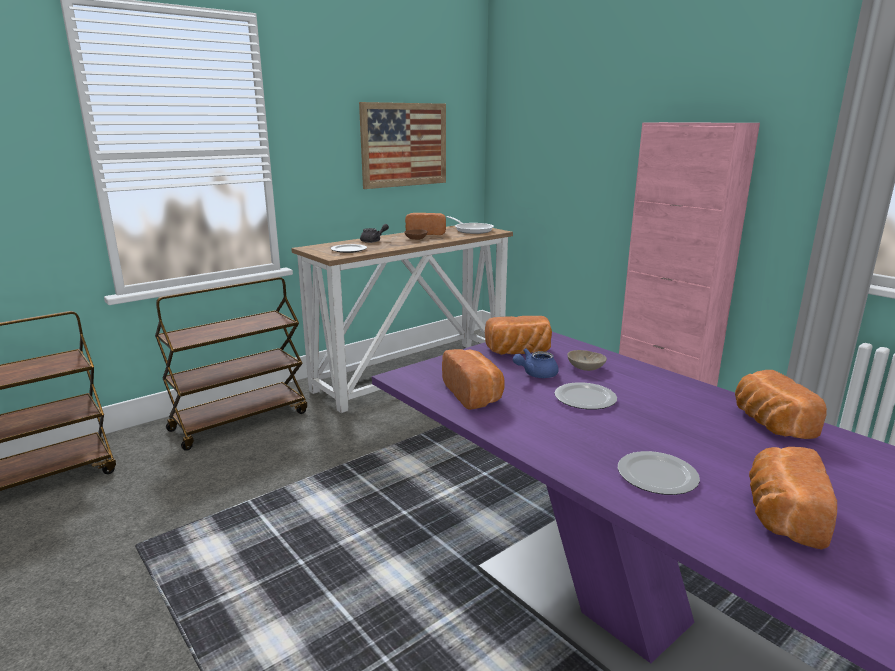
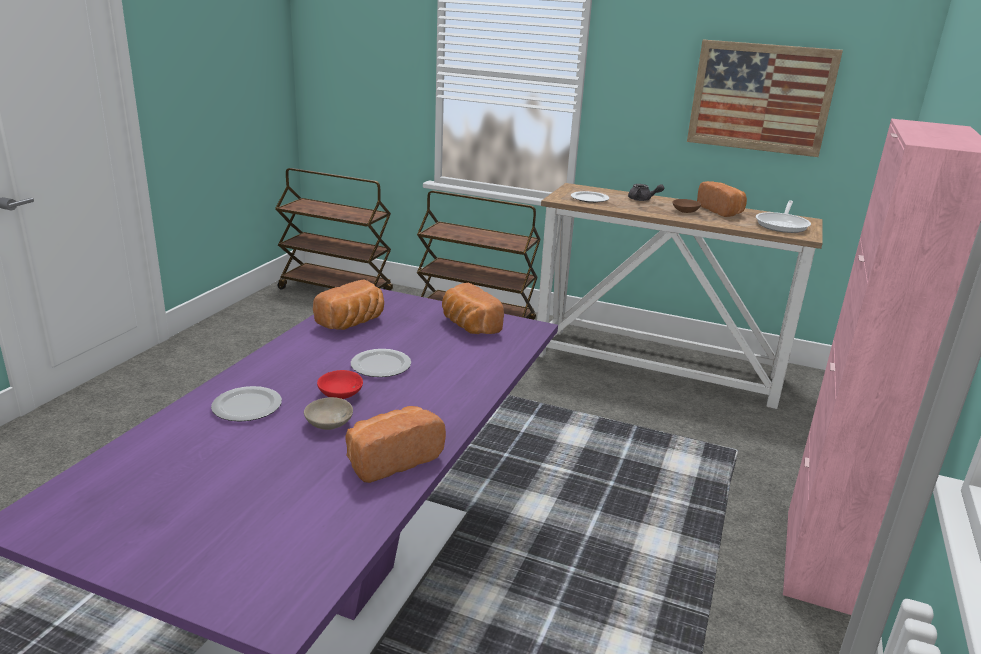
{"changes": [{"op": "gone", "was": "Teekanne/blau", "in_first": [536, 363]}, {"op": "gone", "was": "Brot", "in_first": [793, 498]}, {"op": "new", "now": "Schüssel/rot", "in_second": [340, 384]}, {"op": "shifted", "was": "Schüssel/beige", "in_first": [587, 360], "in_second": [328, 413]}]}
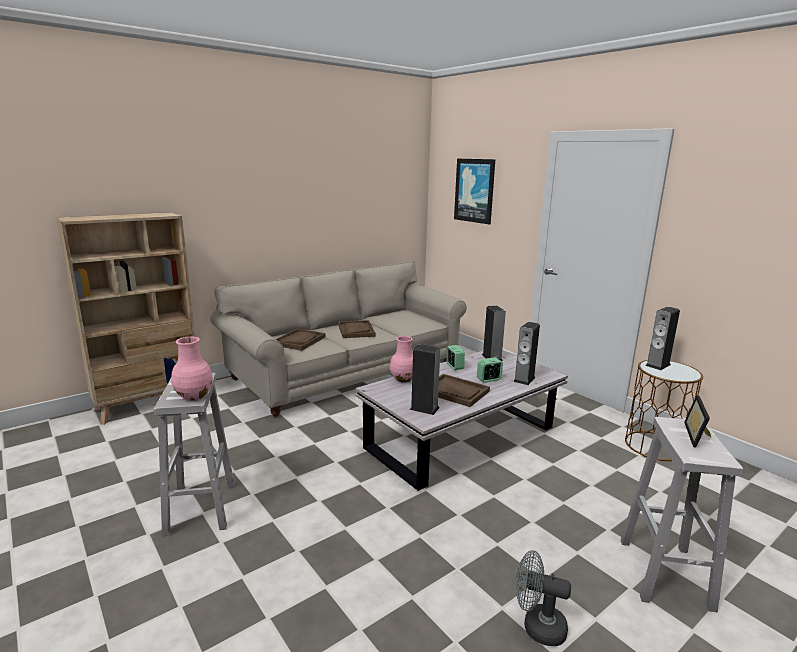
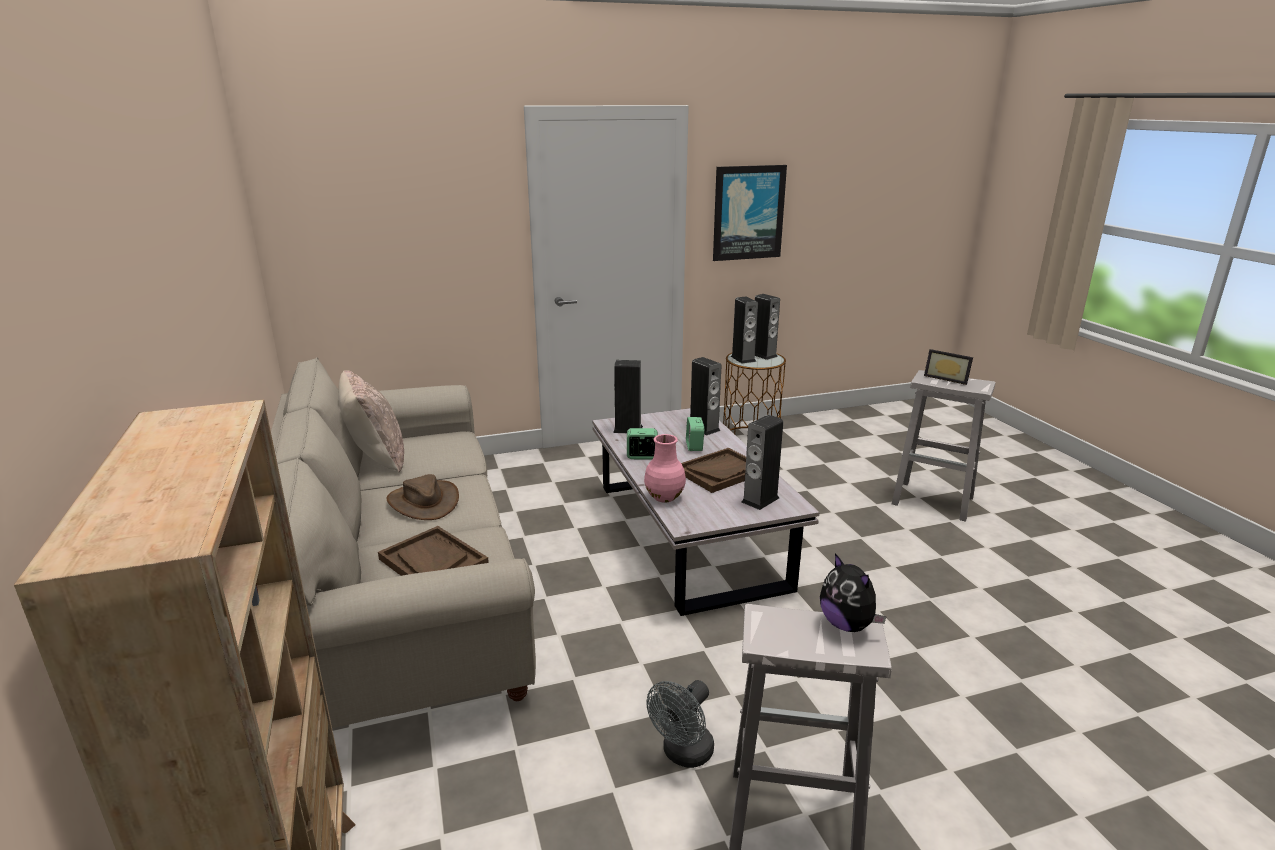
{"changes": [{"op": "new", "now": "Kissen/beige", "in_second": [371, 421]}, {"op": "new", "now": "Lautsprecher", "in_second": [767, 327]}, {"op": "shifted", "was": "Bild", "in_first": [474, 192], "in_second": [750, 213]}, {"op": "shifted", "was": "Ventilator/grau", "in_first": [543, 598], "in_second": [680, 724]}, {"op": "swapped", "was": "Vase/rosa", "now": "Plüschtier", "in_first": [192, 368], "in_second": [853, 592]}, {"op": "swapped", "was": "Tablett/braun", "now": "Hut/braun", "in_first": [356, 329], "in_second": [423, 497]}]}
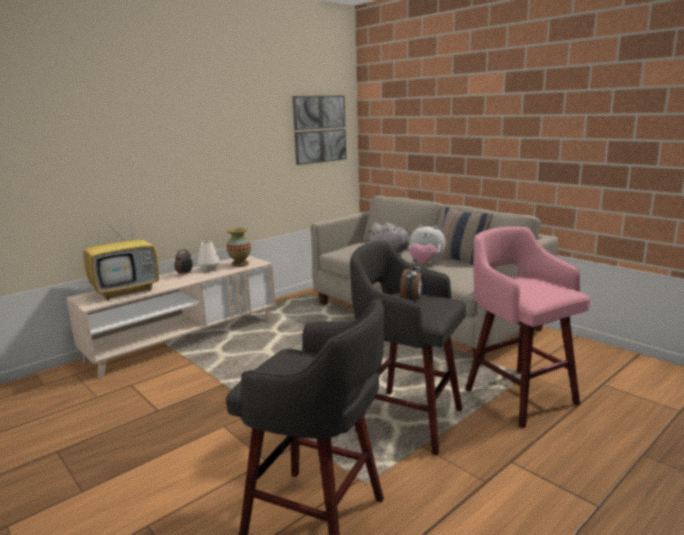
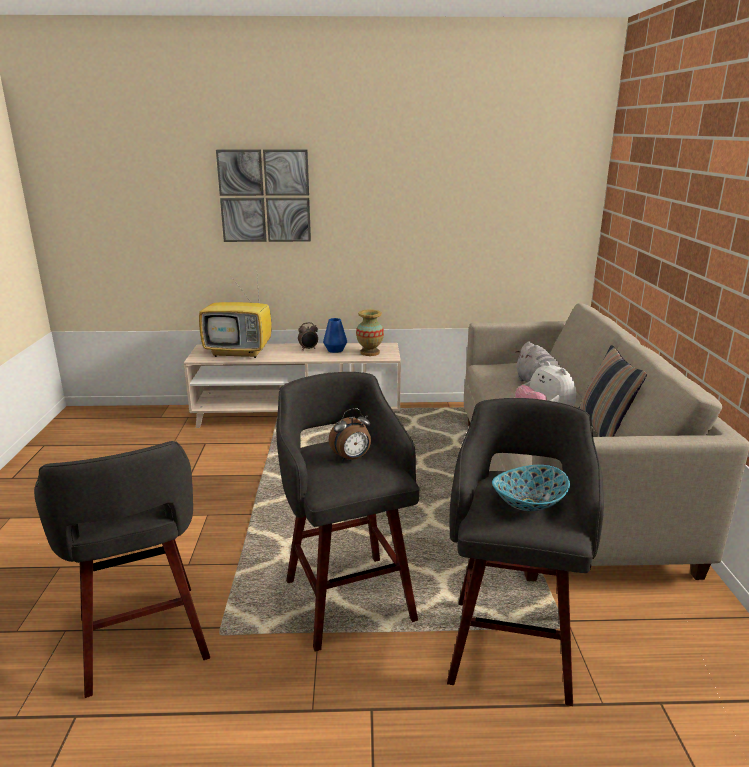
{"changes": [{"op": "new", "now": "Schüssel", "in_second": [531, 488]}, {"op": "shifted", "was": "Bild", "in_first": [319, 130], "in_second": [263, 196]}, {"op": "repainted", "was": "Vase/weiß", "now": "Vase/blau", "in_first": [209, 256], "in_second": [335, 335]}, {"op": "repainted", "was": "Hocker/rosa", "now": "Hocker/grau", "in_first": [527, 327], "in_second": [525, 552]}]}
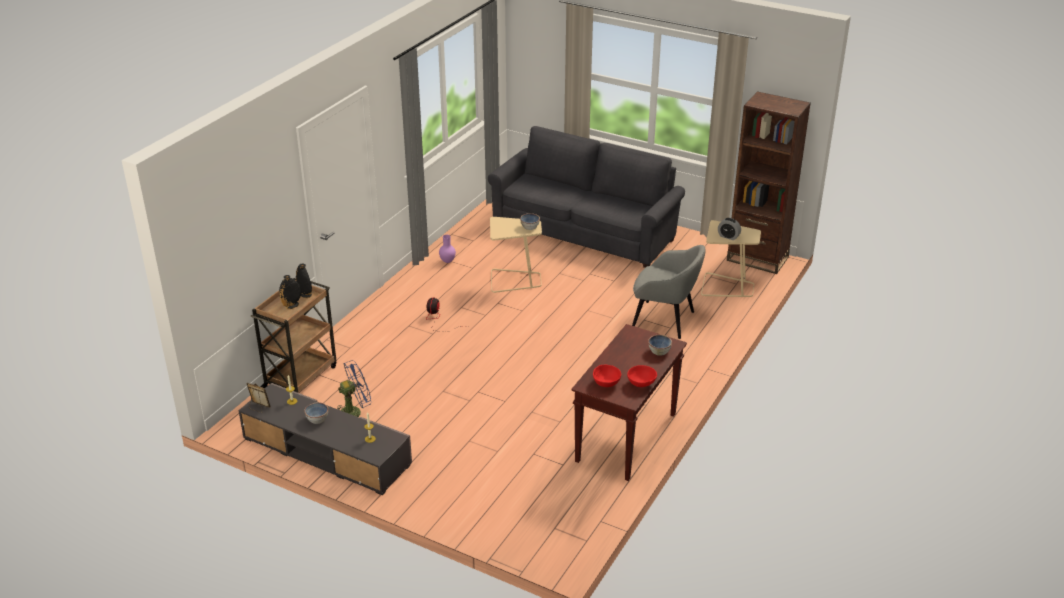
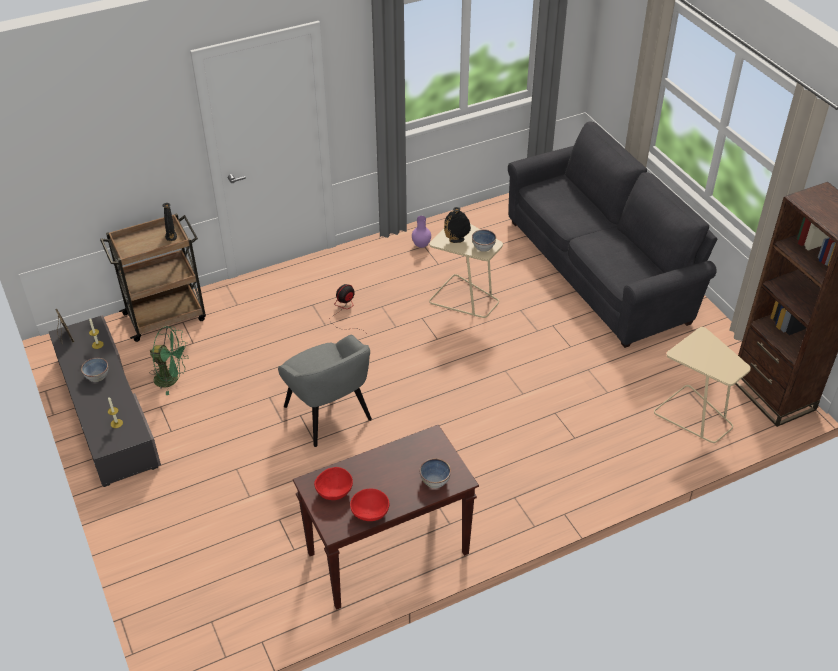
{"changes": [{"op": "gone", "was": "Wecker", "in_first": [729, 229]}, {"op": "shifted", "was": "Vase/schwarz", "in_first": [290, 292], "in_second": [457, 225]}, {"op": "shifted", "was": "Sessel/grau", "in_first": [669, 292], "in_second": [325, 391]}, {"op": "repainted", "was": "Ventilator/blau", "now": "Ventilator/grün", "in_first": [354, 388], "in_second": [169, 360]}]}
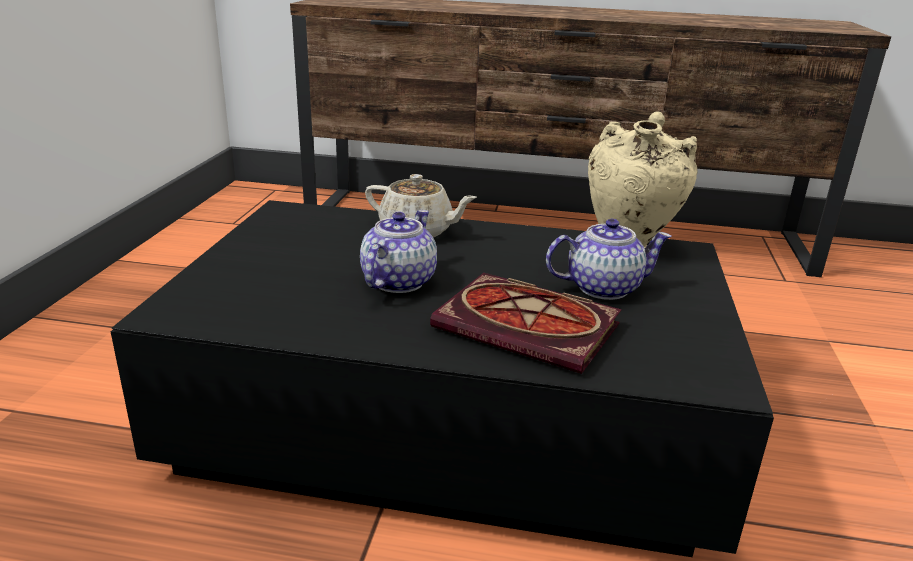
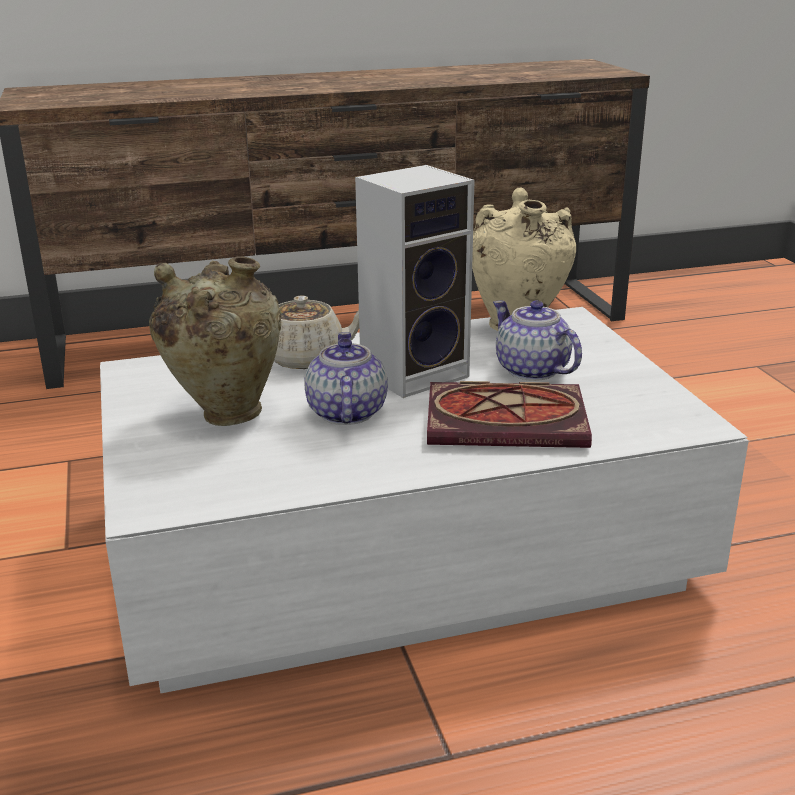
{"changes": [{"op": "new", "now": "Vase/beige", "in_second": [215, 341]}, {"op": "new", "now": "Lautsprecher", "in_second": [415, 281]}, {"op": "repainted", "was": "Couchtisch/schwarz", "now": "Couchtisch/weiß", "in_first": [442, 378], "in_second": [424, 500]}, {"op": "rotated", "was": "Teekanne", "in_first": [609, 259], "in_second": [537, 340], "clockwise": -90}]}
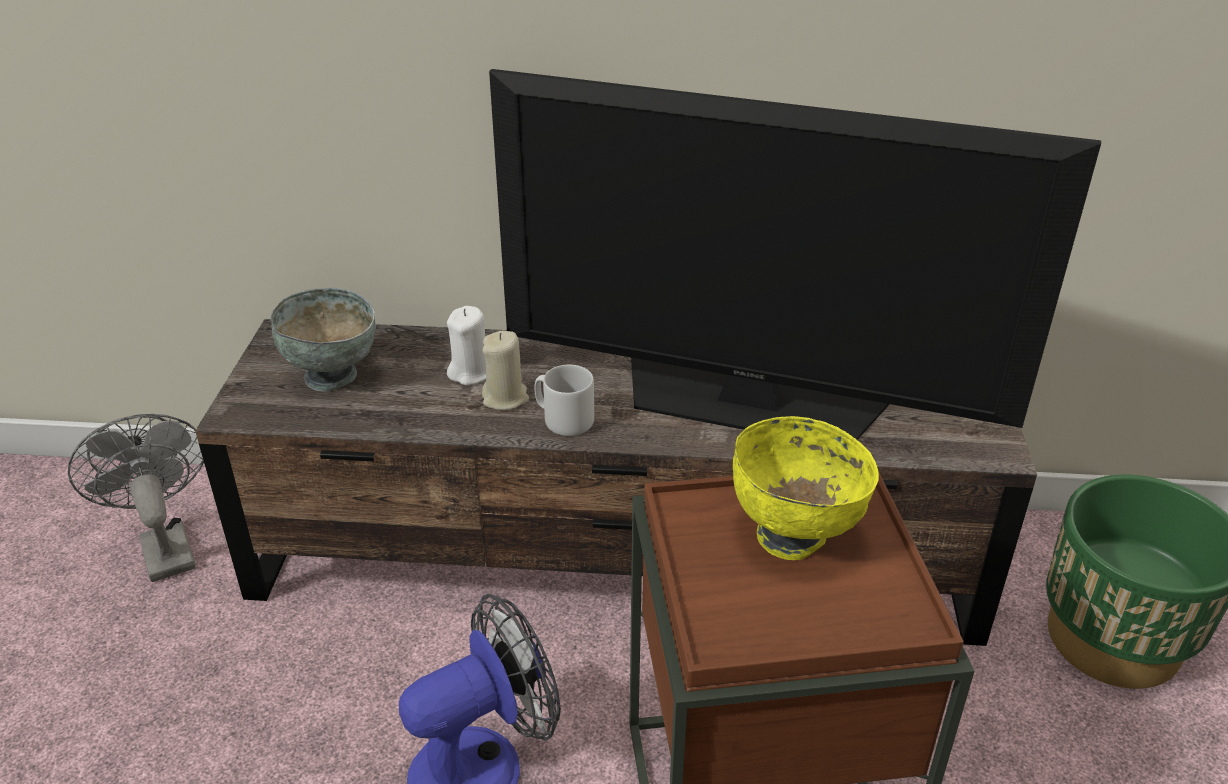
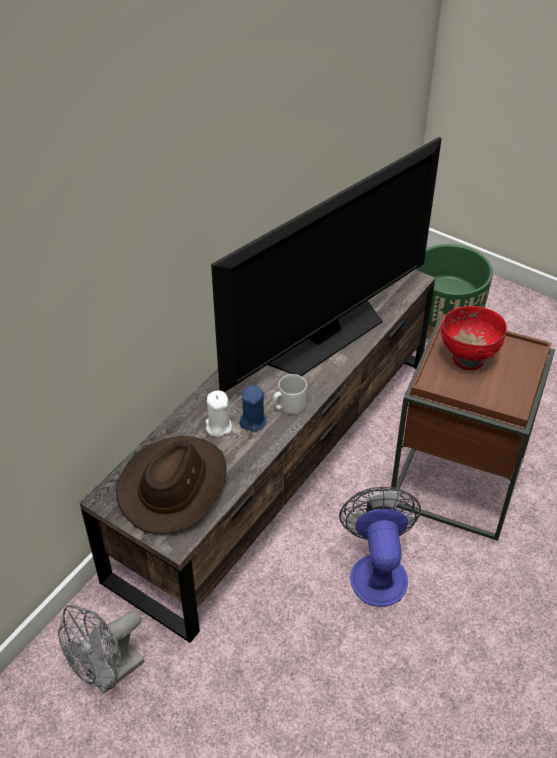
{"changes": [{"op": "swapped", "was": "Schüssel/grau", "now": "Hut/braun", "in_first": [323, 339], "in_second": [171, 485]}, {"op": "repainted", "was": "Kerze/beige", "now": "Kerze/blau", "in_first": [505, 370], "in_second": [253, 408]}, {"op": "repainted", "was": "Schüssel/gelb", "now": "Schüssel/rot", "in_first": [806, 488], "in_second": [474, 338]}, {"op": "rotated", "was": "Ventilator/grau", "in_first": [136, 498], "in_second": [101, 649], "clockwise": -45}]}
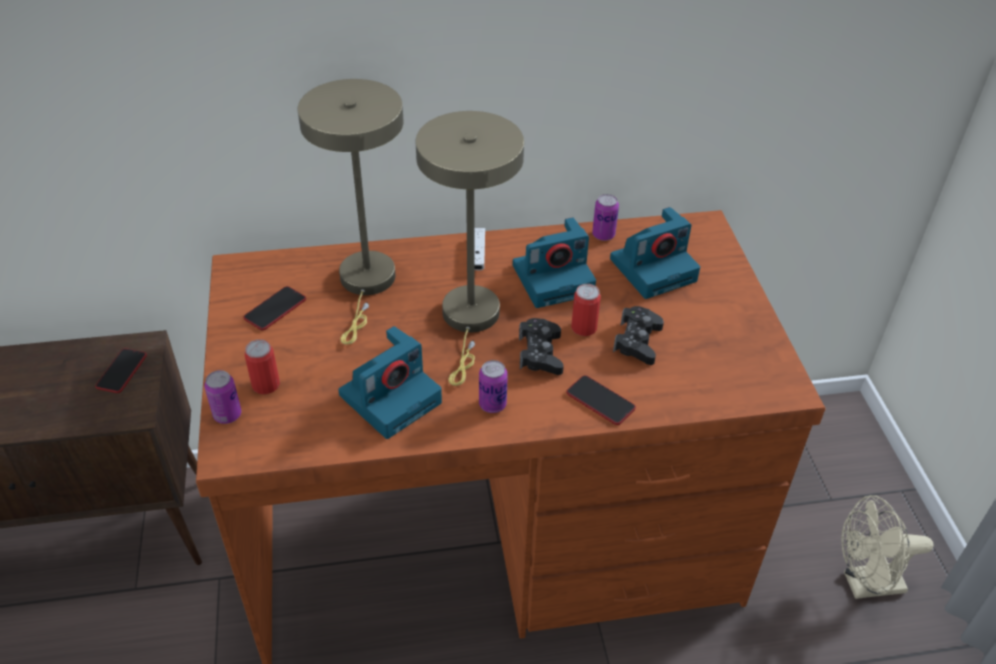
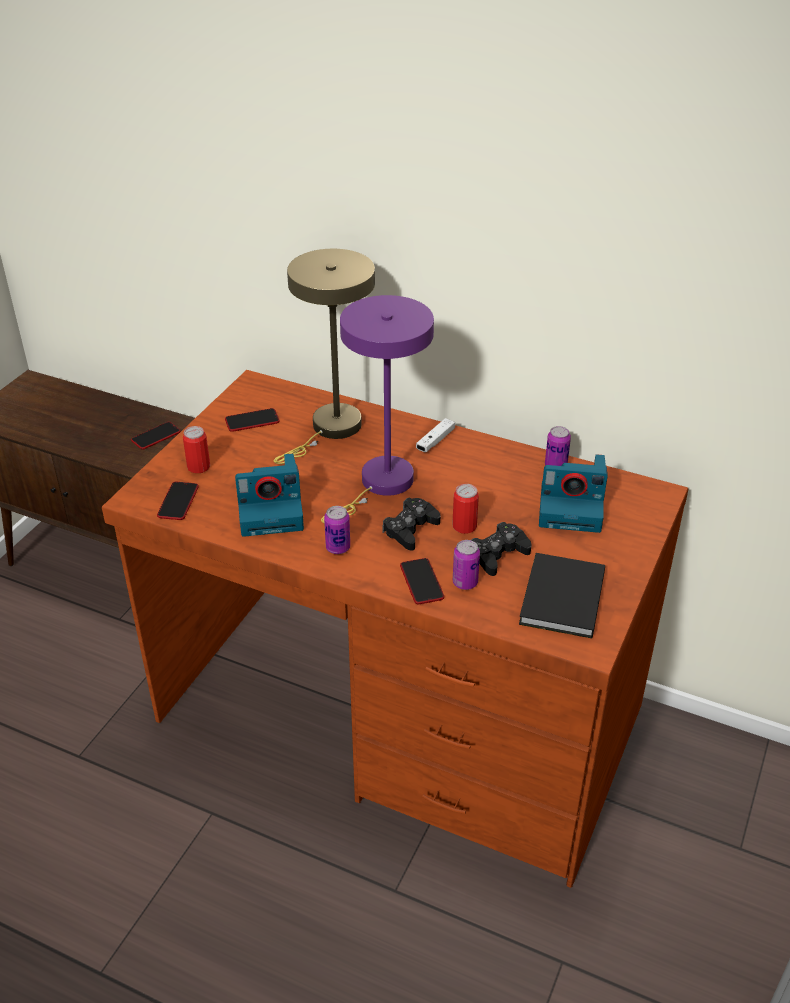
{"changes": [{"op": "gone", "was": "Kamera", "in_first": [554, 262]}, {"op": "gone", "was": "Ventilator/beige", "in_first": [887, 547]}, {"op": "new", "now": "Handy", "in_second": [178, 501]}, {"op": "new", "now": "Buch/schwarz", "in_second": [562, 595]}, {"op": "shifted", "was": "Dose", "in_first": [222, 397], "in_second": [466, 565]}, {"op": "repainted", "was": "Tischlampe/beige", "now": "Tischlampe/lila", "in_first": [470, 248], "in_second": [377, 409]}]}
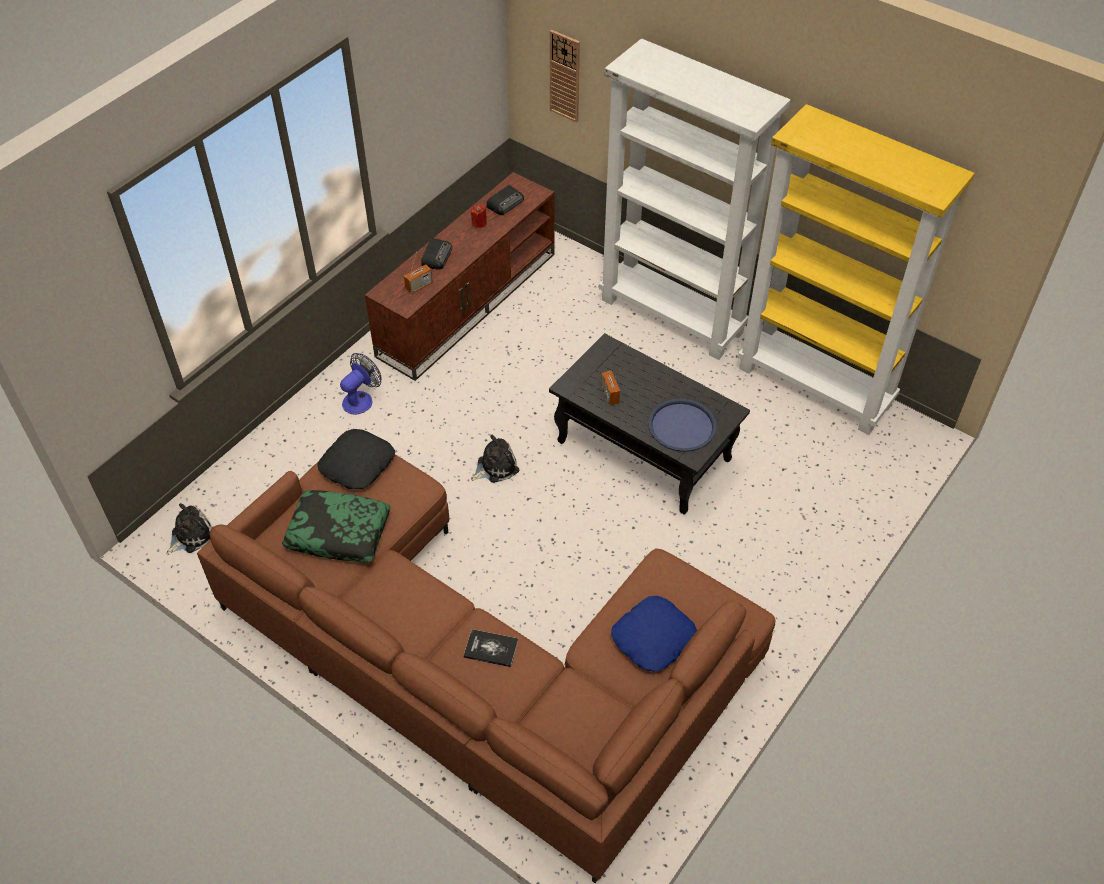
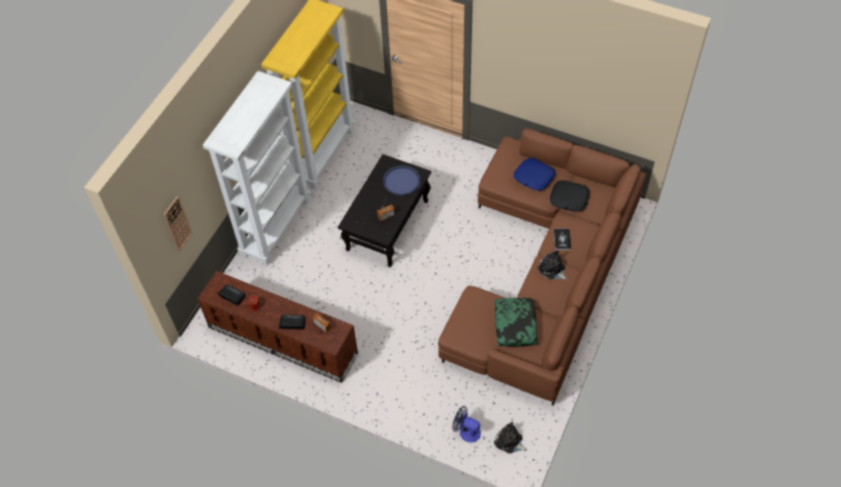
{"changes": [{"op": "shifted", "was": "Kissen/schwarz", "in_first": [356, 459], "in_second": [570, 196]}, {"op": "shifted", "was": "Ventilator", "in_first": [360, 384], "in_second": [466, 424]}, {"op": "shifted", "was": "Plüschtier", "in_first": [495, 459], "in_second": [552, 265]}]}
